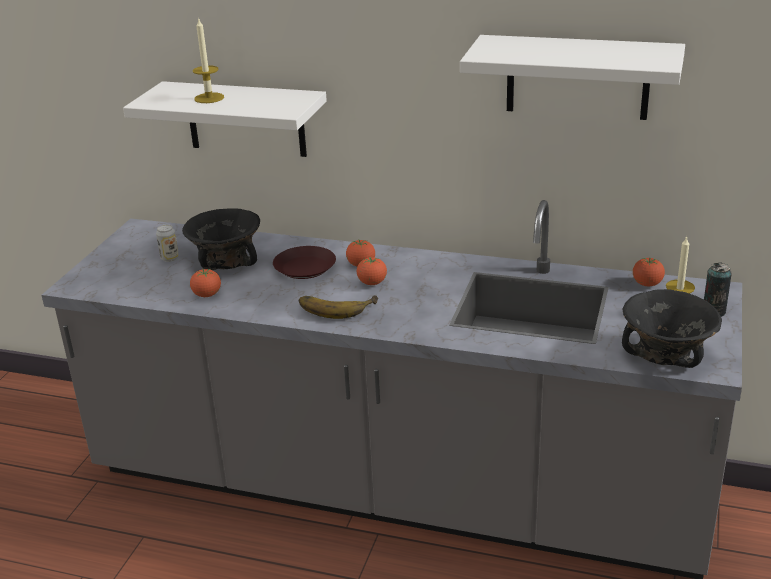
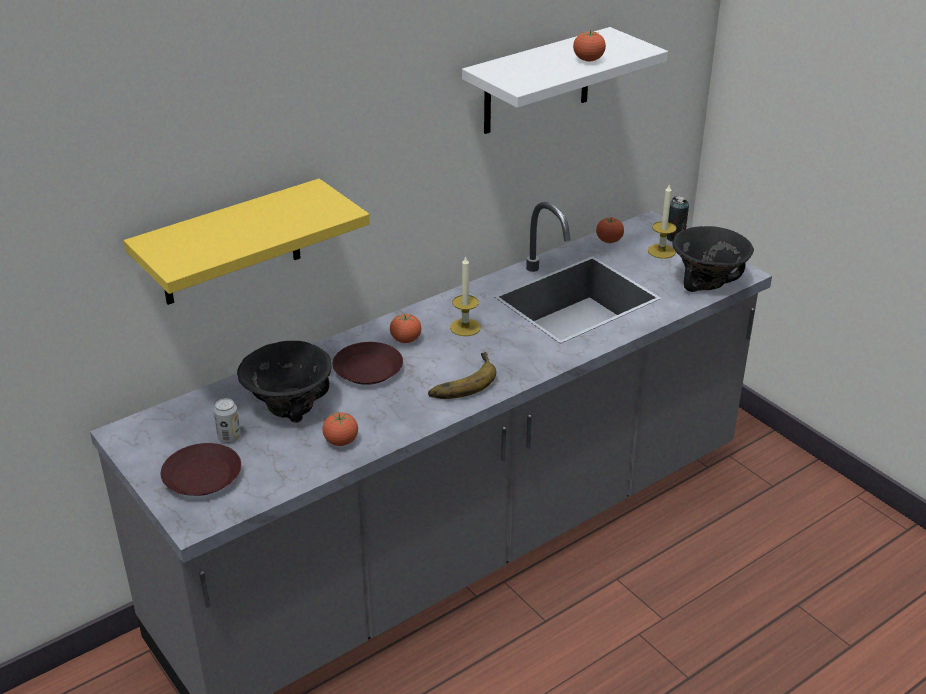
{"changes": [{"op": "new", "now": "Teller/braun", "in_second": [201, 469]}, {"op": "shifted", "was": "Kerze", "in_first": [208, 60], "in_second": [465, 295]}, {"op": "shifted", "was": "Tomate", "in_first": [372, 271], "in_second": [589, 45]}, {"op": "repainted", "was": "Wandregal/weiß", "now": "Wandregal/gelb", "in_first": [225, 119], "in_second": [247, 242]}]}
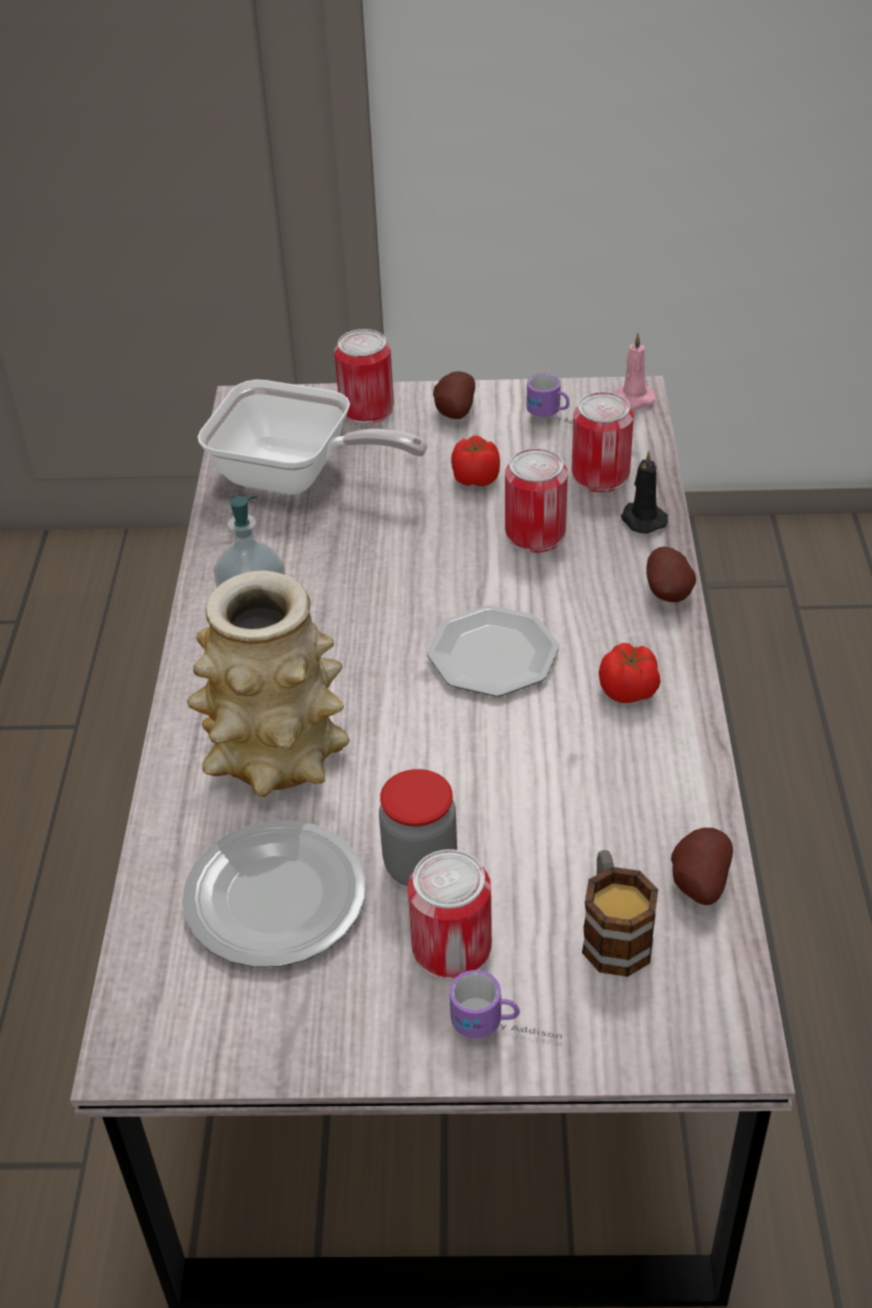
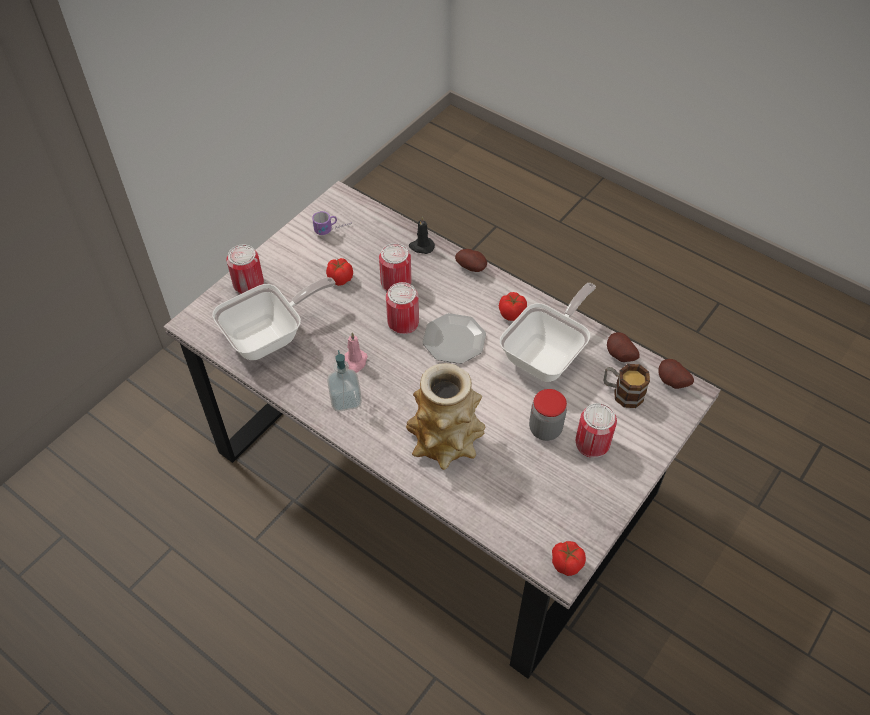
{"changes": [{"op": "gone", "was": "Teller", "in_first": [274, 893]}, {"op": "gone", "was": "Henkelbecher", "in_first": [506, 1004]}, {"op": "new", "now": "Pfanne", "in_second": [548, 332]}, {"op": "new", "now": "Tomate", "in_second": [569, 558]}, {"op": "shifted", "was": "Kartoffel", "in_first": [454, 395], "in_second": [676, 374]}, {"op": "shifted", "was": "Dose", "in_first": [603, 442], "in_second": [402, 308]}, {"op": "shifted", "was": "Kerze/rosa", "in_first": [635, 371], "in_second": [356, 352]}]}
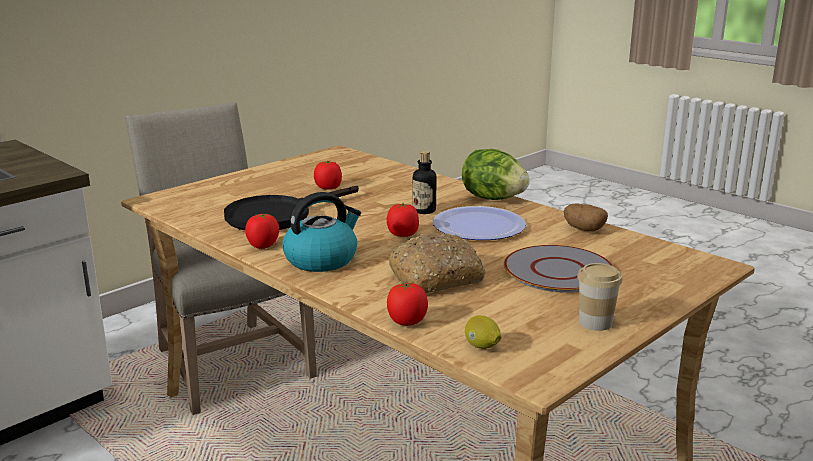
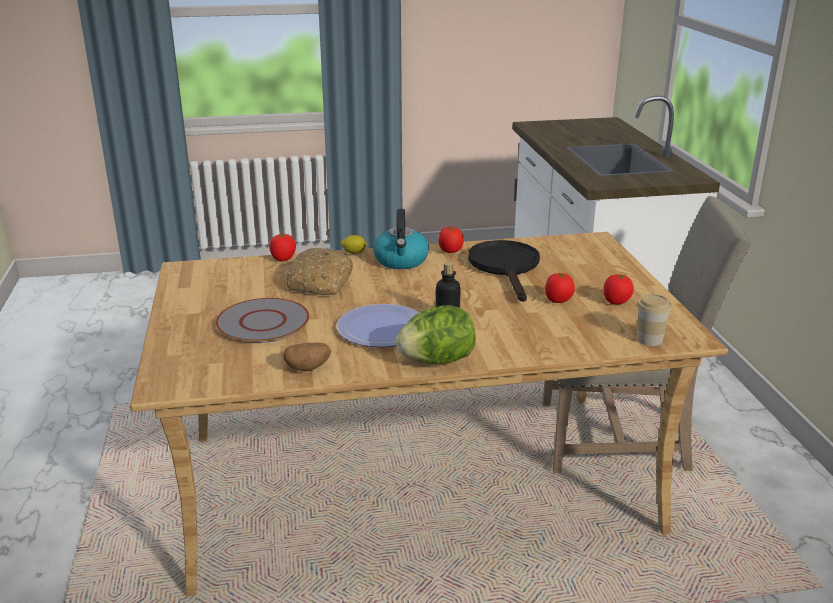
{"changes": [{"op": "shifted", "was": "Tomate", "in_first": [403, 220], "in_second": [618, 289]}, {"op": "shifted", "was": "Zitrone", "in_first": [483, 332], "in_second": [354, 244]}, {"op": "shifted", "was": "Tasse", "in_first": [600, 297], "in_second": [654, 320]}]}
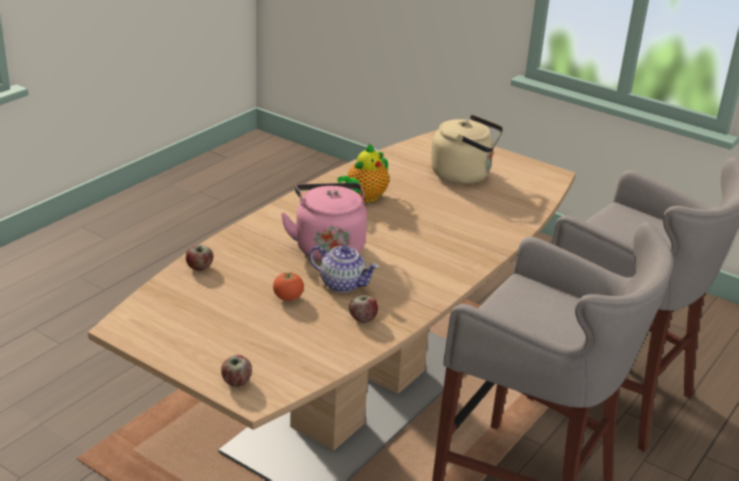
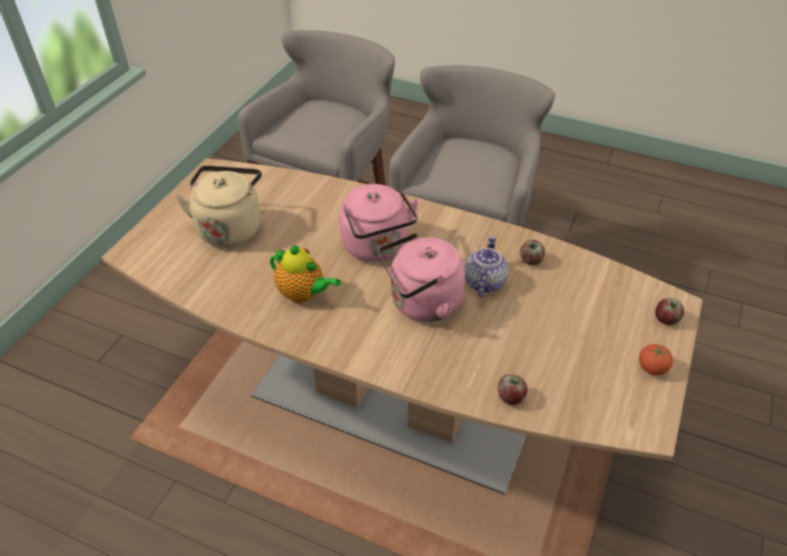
{"changes": [{"op": "new", "now": "Wasserkessel/rosa", "in_second": [379, 222]}, {"op": "shifted", "was": "Tomate", "in_first": [288, 286], "in_second": [656, 359]}]}
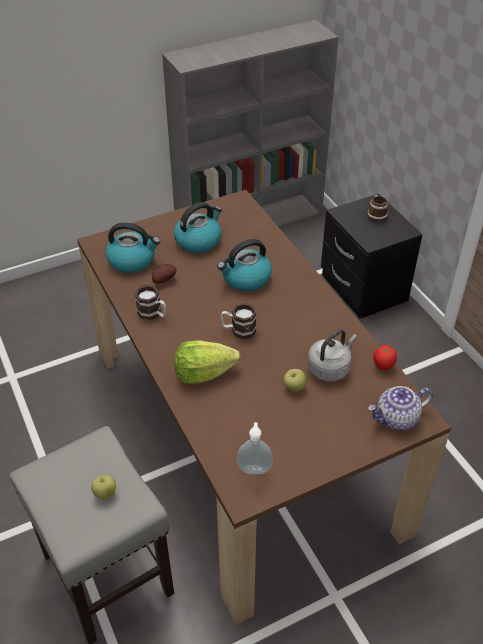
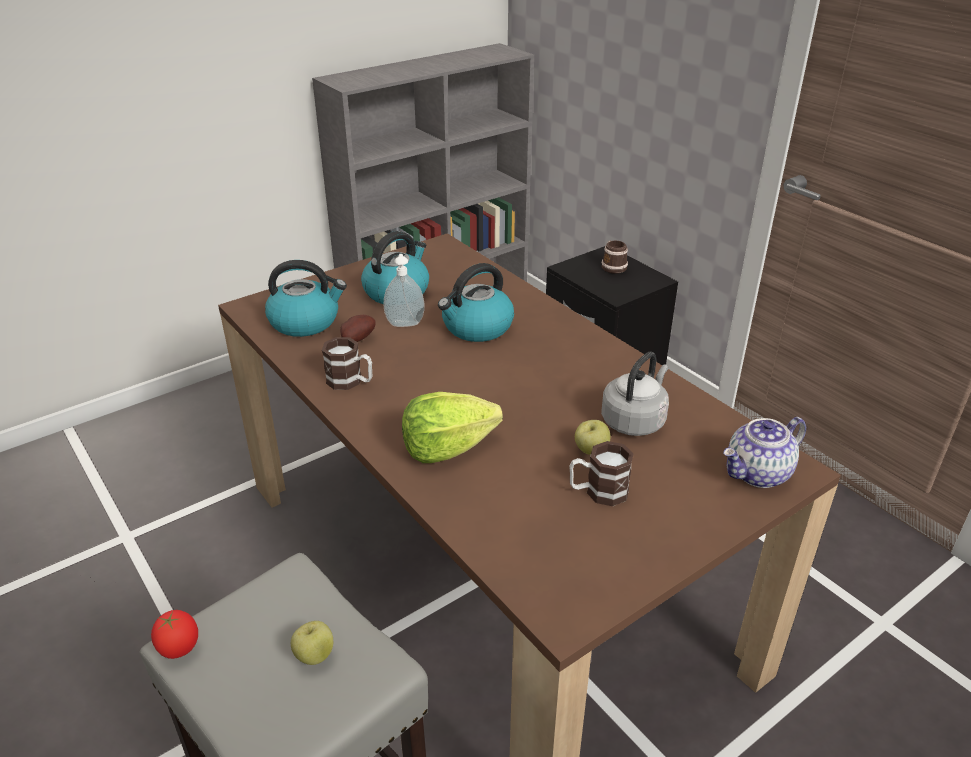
{"changes": [{"op": "shifted", "was": "Henkelbecher", "in_first": [239, 321], "in_second": [601, 473]}, {"op": "shifted", "was": "Seifenspender", "in_first": [255, 448], "in_second": [404, 290]}, {"op": "shifted", "was": "Tomate", "in_first": [385, 357], "in_second": [174, 634]}]}
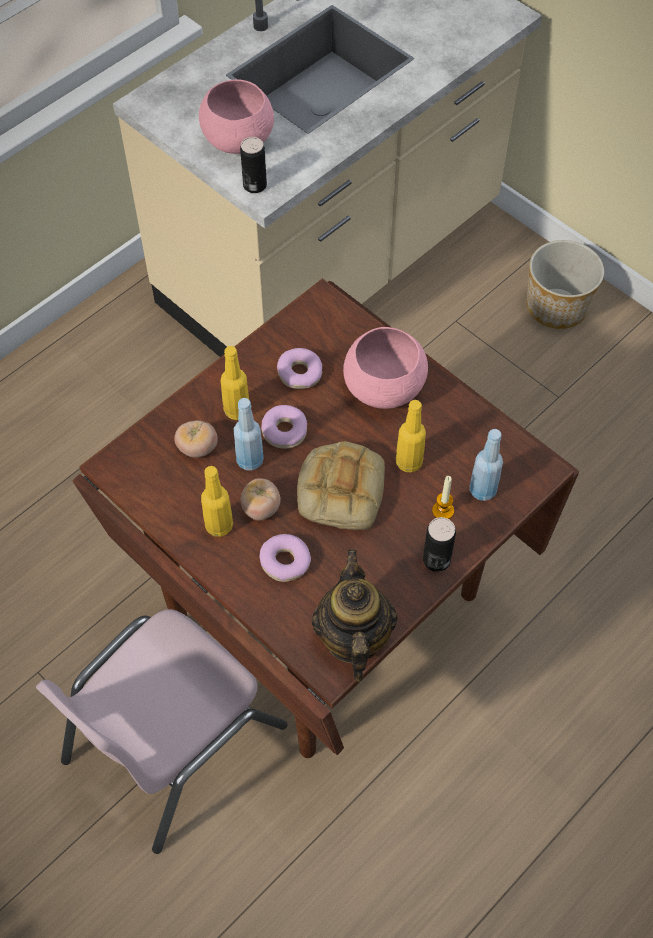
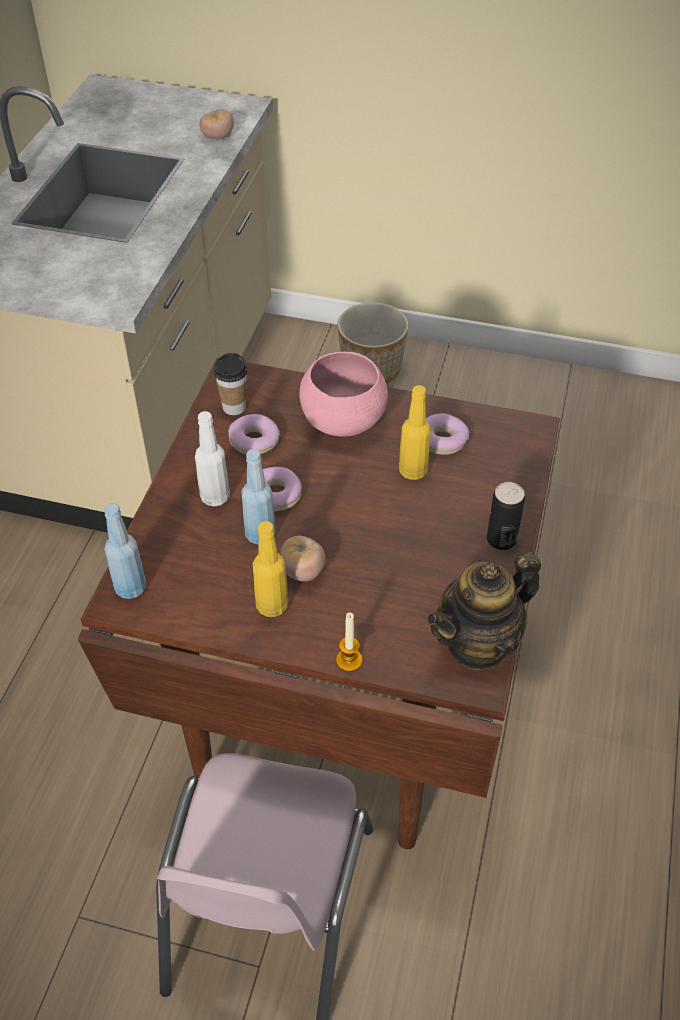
{"changes": [{"op": "gone", "was": "Schüssel/rosa", "in_first": [236, 116]}, {"op": "gone", "was": "Dose", "in_first": [253, 165]}, {"op": "gone", "was": "Brot", "in_first": [341, 485]}, {"op": "new", "now": "Tasse", "in_second": [230, 384]}, {"op": "shifted", "was": "Tomate", "in_first": [196, 439], "in_second": [217, 124]}, {"op": "shifted", "was": "Donut", "in_first": [285, 558], "in_second": [447, 434]}, {"op": "shifted", "was": "Kerze", "in_first": [443, 497], "in_second": [349, 642]}, {"op": "shifted", "was": "Flasche/blau", "in_first": [486, 465], "in_second": [125, 551]}, {"op": "repainted", "was": "Flasche/gelb", "now": "Flasche/weiß", "in_first": [235, 383], "in_second": [212, 459]}, {"op": "rotated", "was": "Teekanne", "in_first": [355, 615], "in_second": [484, 611], "clockwise": -90}]}
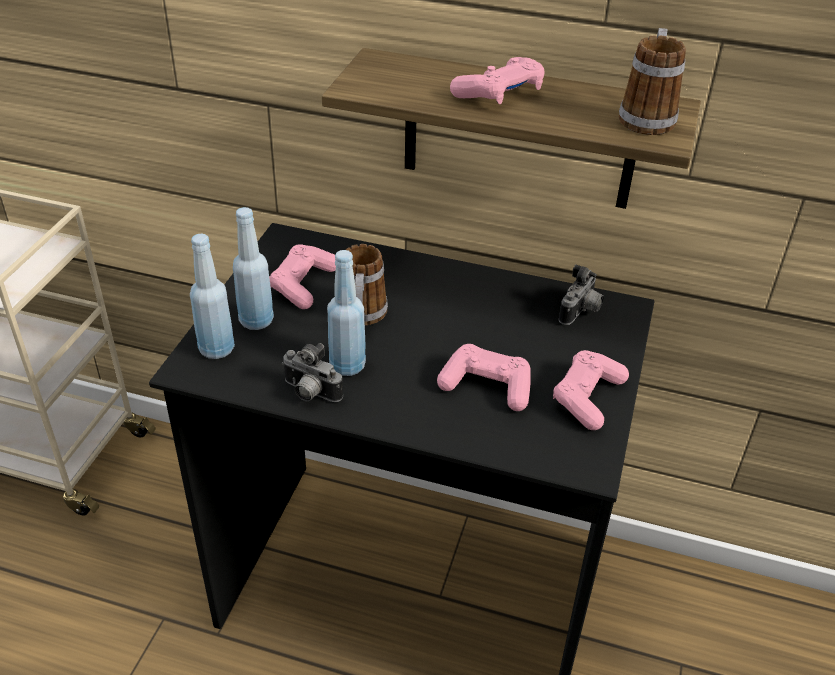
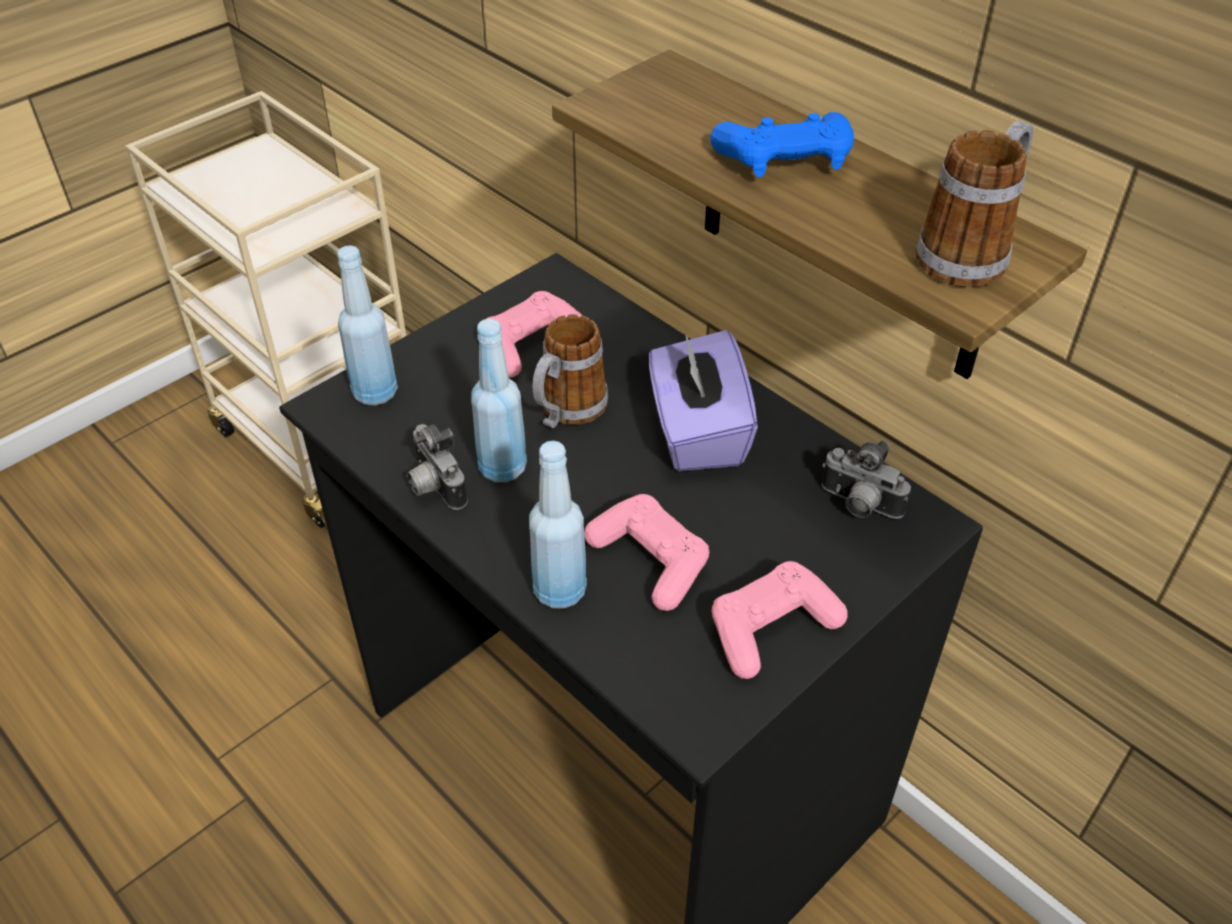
{"changes": [{"op": "new", "now": "Taschentuchbox/lila", "in_second": [703, 400]}, {"op": "shifted", "was": "Flasche/blau", "in_first": [253, 268], "in_second": [558, 525]}, {"op": "repainted", "was": "Gamepad/rosa", "now": "Gamepad/blau", "in_first": [497, 80], "in_second": [782, 144]}, {"op": "rotated", "was": "Kamera", "in_first": [581, 295], "in_second": [866, 480], "clockwise": 60}]}
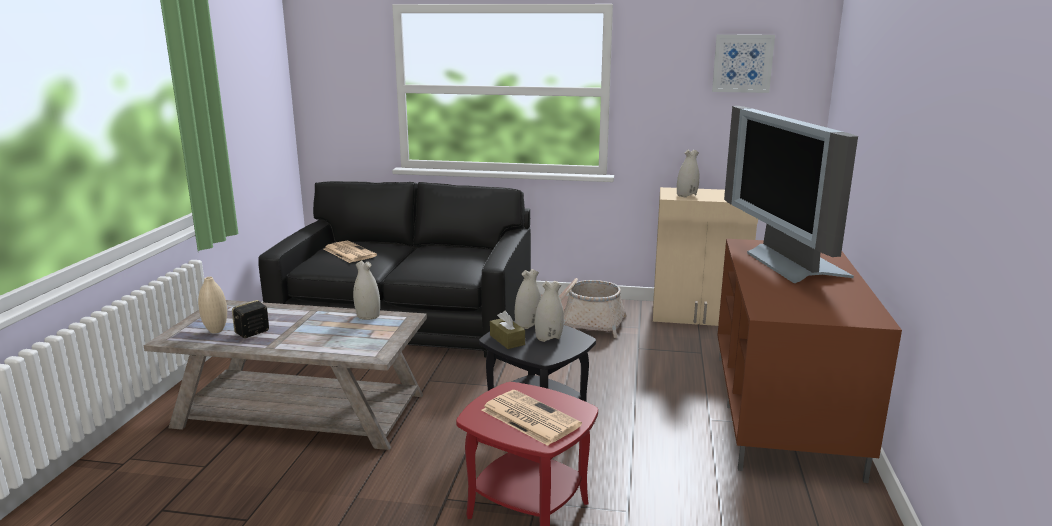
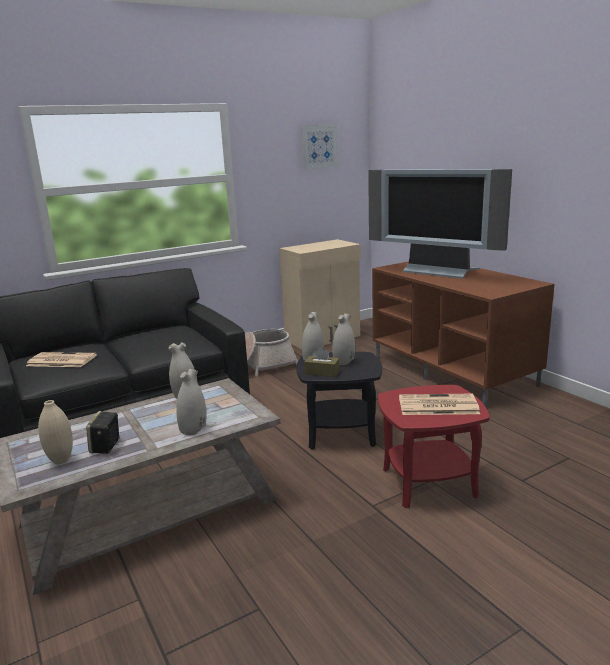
{"changes": [{"op": "shifted", "was": "Vase/weiß", "in_first": [688, 173], "in_second": [191, 402]}]}
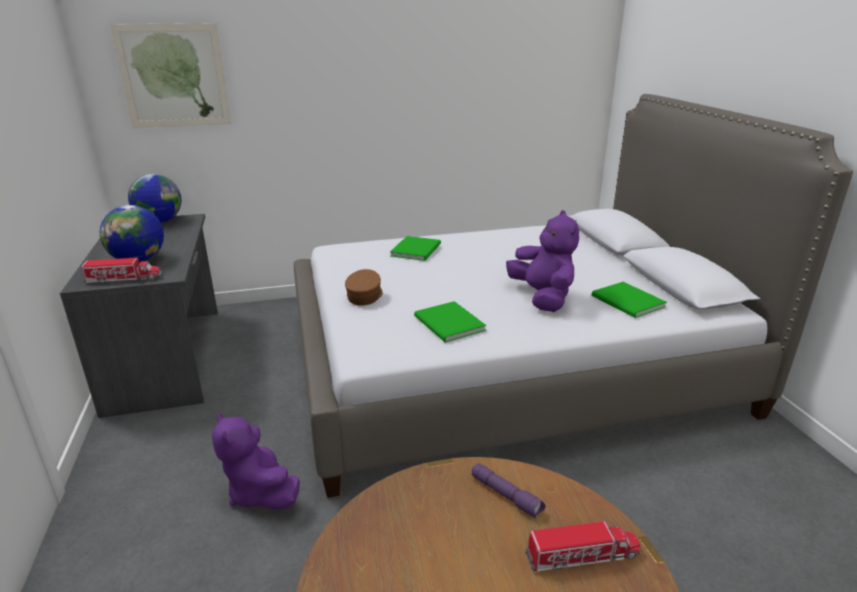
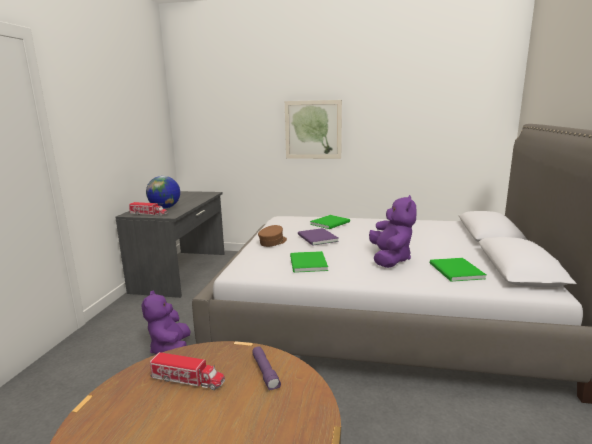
{"changes": [{"op": "gone", "was": "Globus", "in_first": [154, 198]}, {"op": "new", "now": "Buch/lila", "in_second": [318, 237]}, {"op": "shifted", "was": "Bild", "in_first": [170, 75], "in_second": [313, 129]}, {"op": "shifted", "was": "Spielzeuglaster", "in_first": [582, 546], "in_second": [187, 371]}]}
